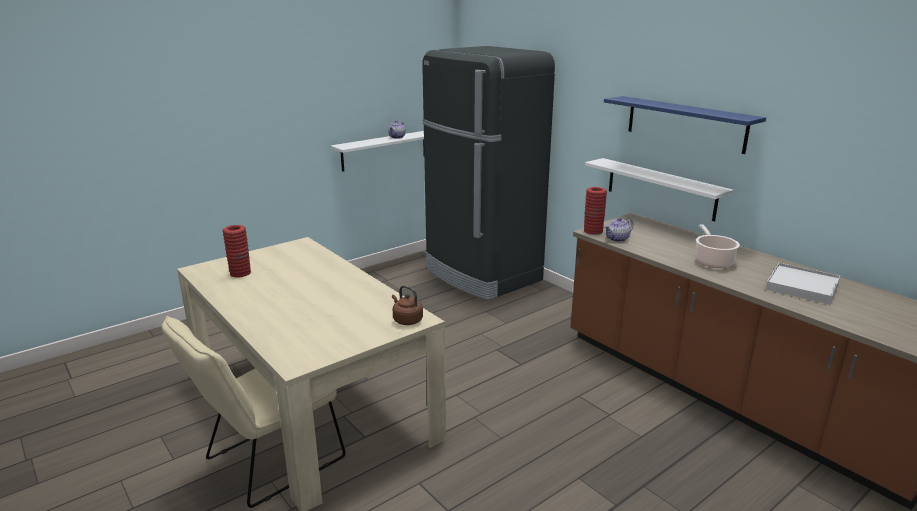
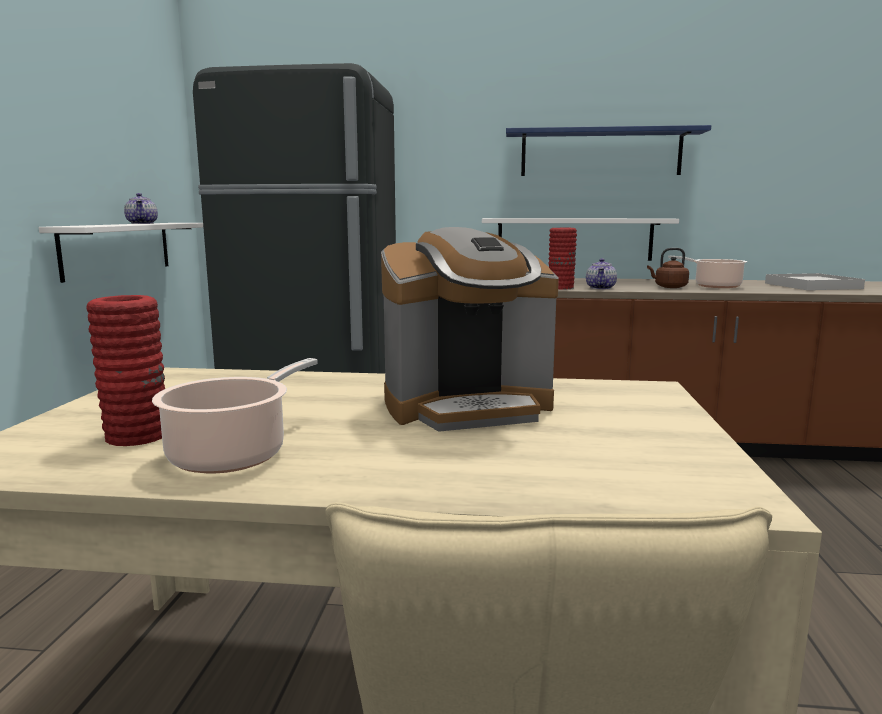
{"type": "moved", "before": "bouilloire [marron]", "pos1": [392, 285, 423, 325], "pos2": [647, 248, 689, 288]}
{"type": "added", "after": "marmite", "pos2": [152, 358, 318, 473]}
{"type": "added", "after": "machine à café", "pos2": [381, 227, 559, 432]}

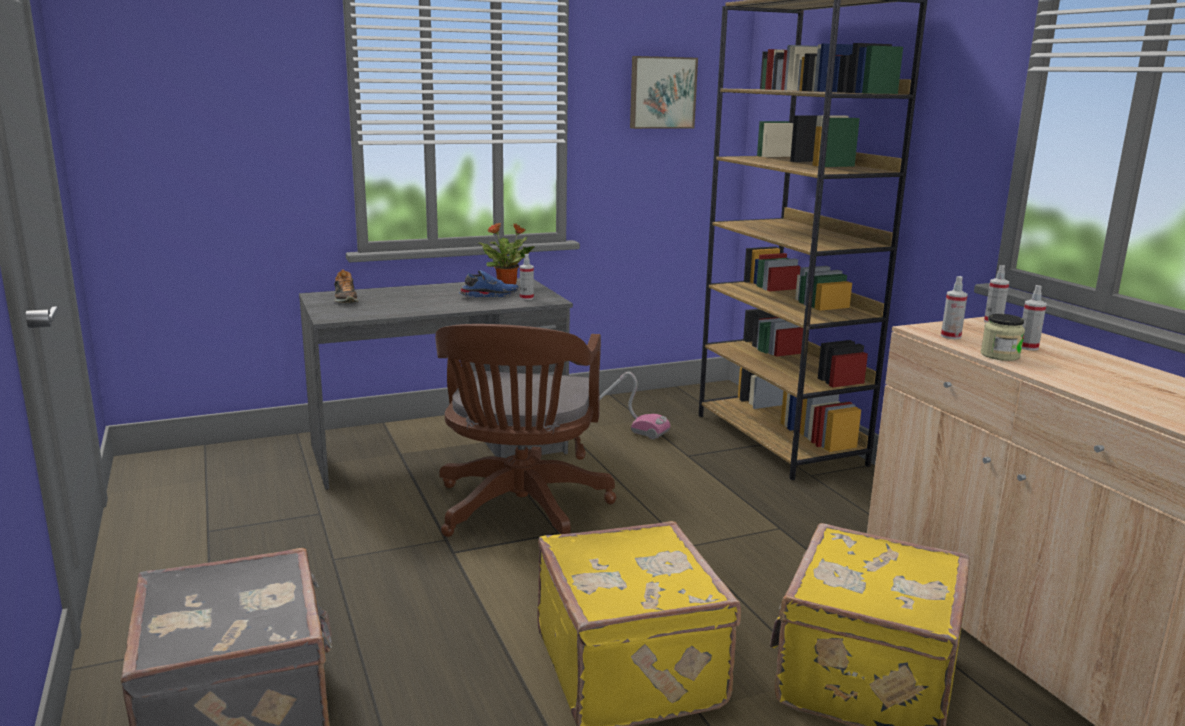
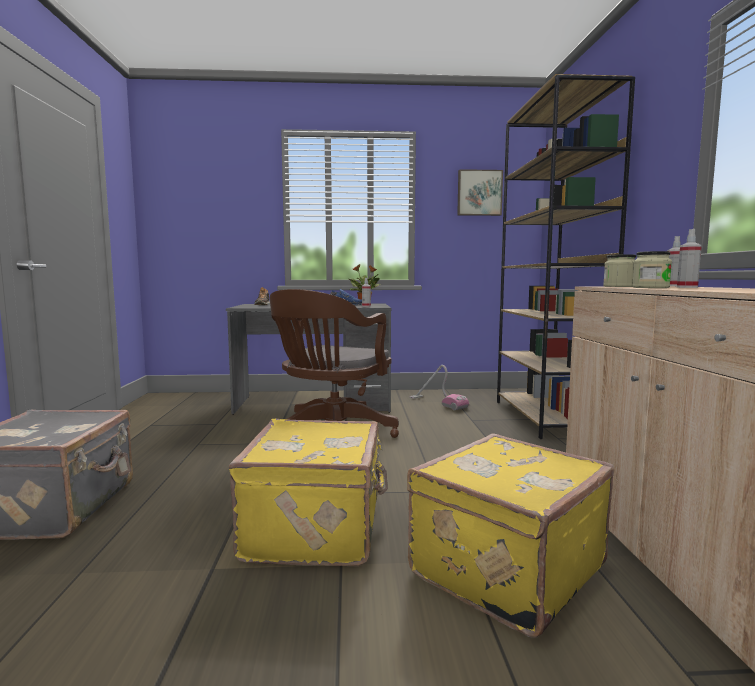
{"type": "replaced", "before": "vaporisateur", "after": "bocal", "pos1": [941, 276, 968, 339], "pos2": [603, 254, 636, 287]}

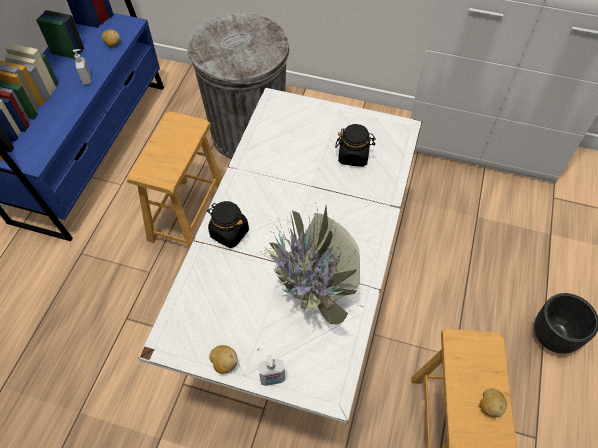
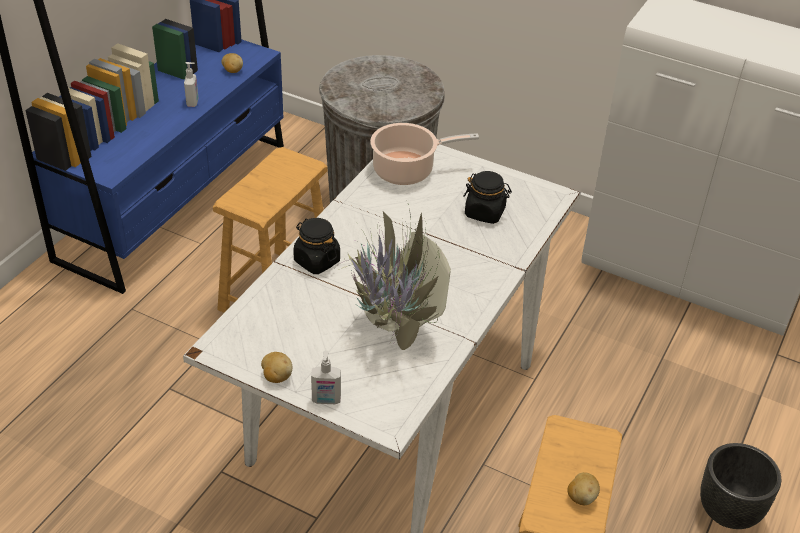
{"type": "added", "after": "marmite", "pos2": [370, 123, 479, 185]}

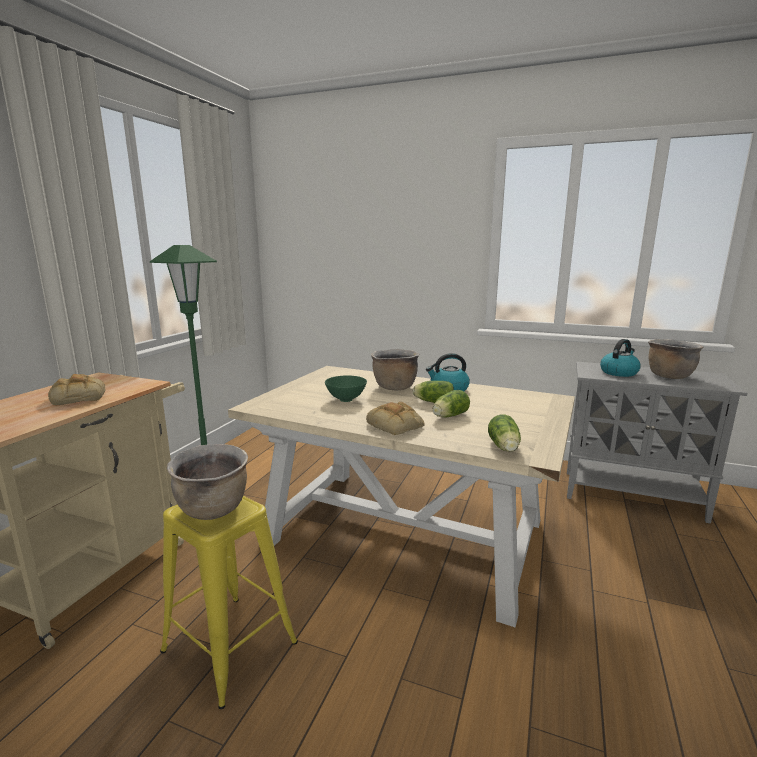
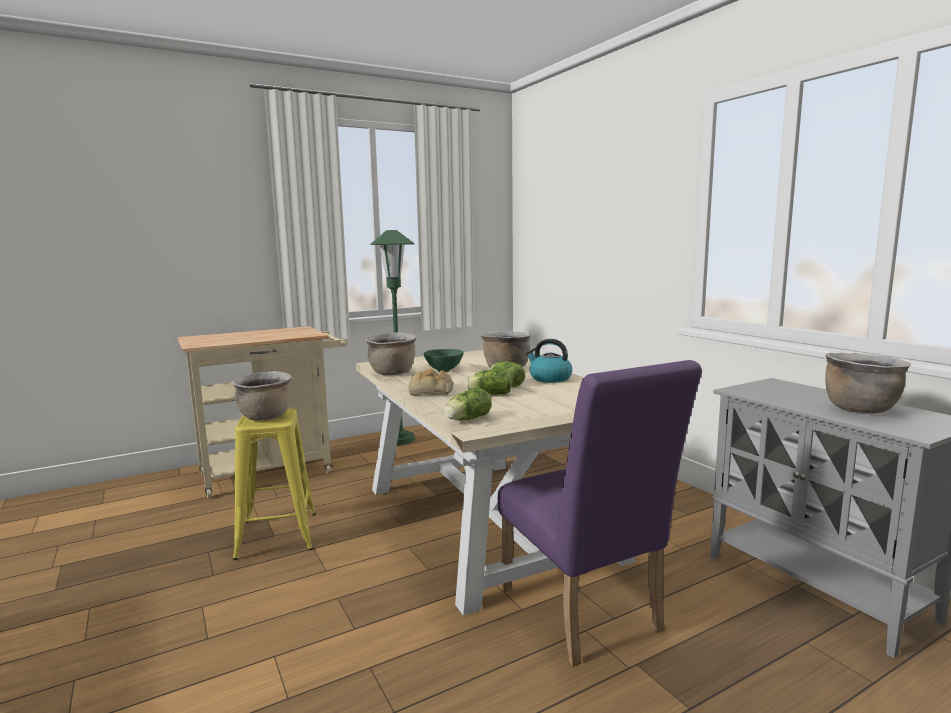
{"type": "removed", "before": "pain", "pos1": [48, 374, 105, 405]}
{"type": "removed", "before": "bouilloire", "pos1": [600, 339, 641, 377]}
{"type": "added", "after": "marmite [marron]", "pos2": [365, 332, 417, 375]}
{"type": "added", "after": "chaise [violet]", "pos2": [498, 360, 702, 667]}

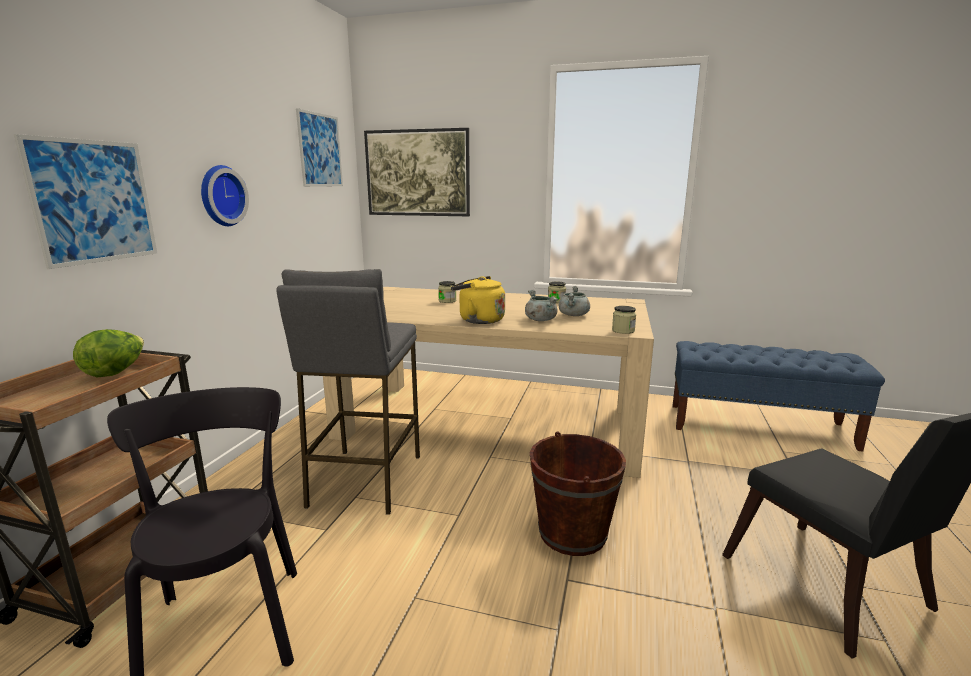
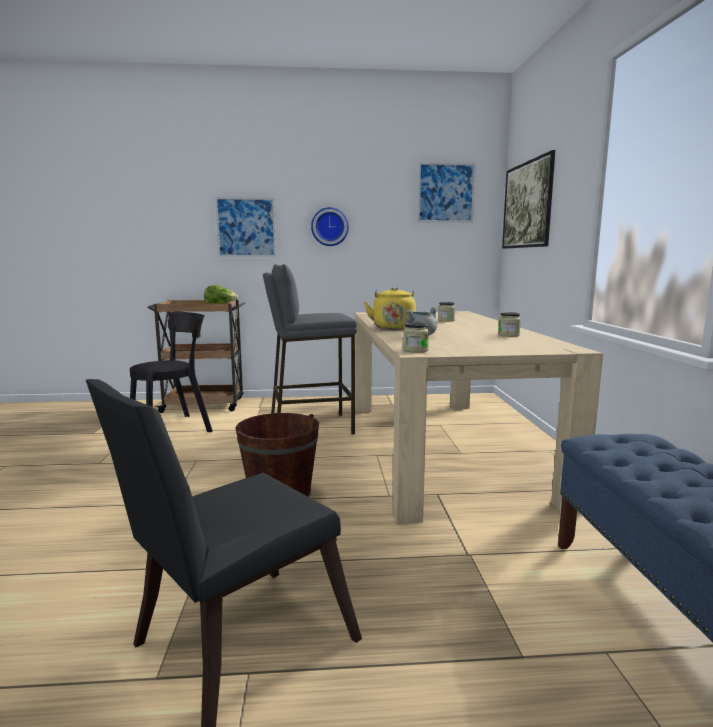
{"type": "removed", "before": "marmite [gris]", "pos1": [559, 286, 590, 316]}

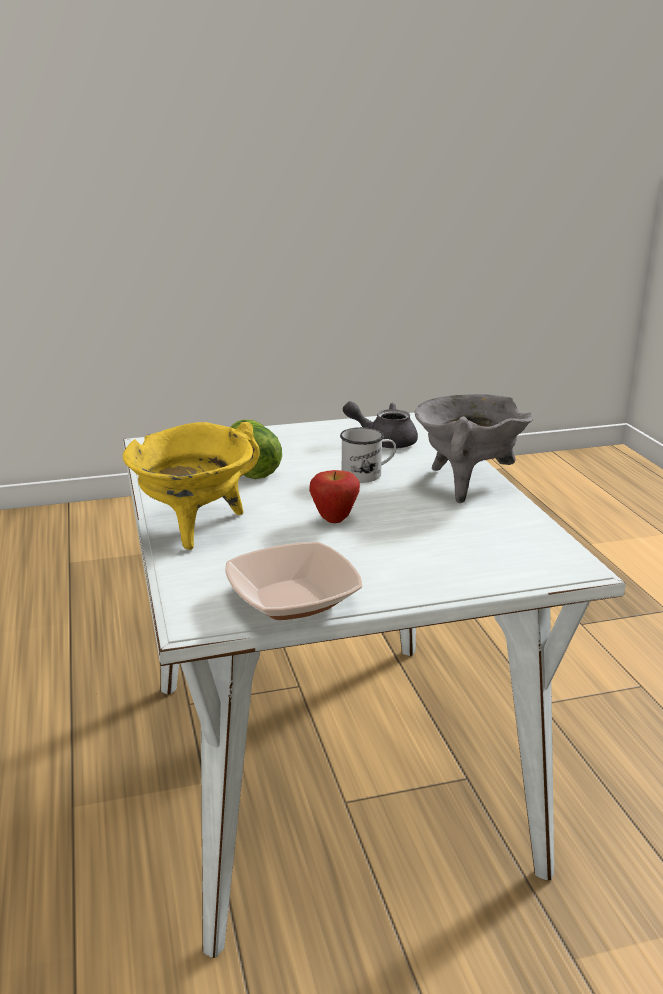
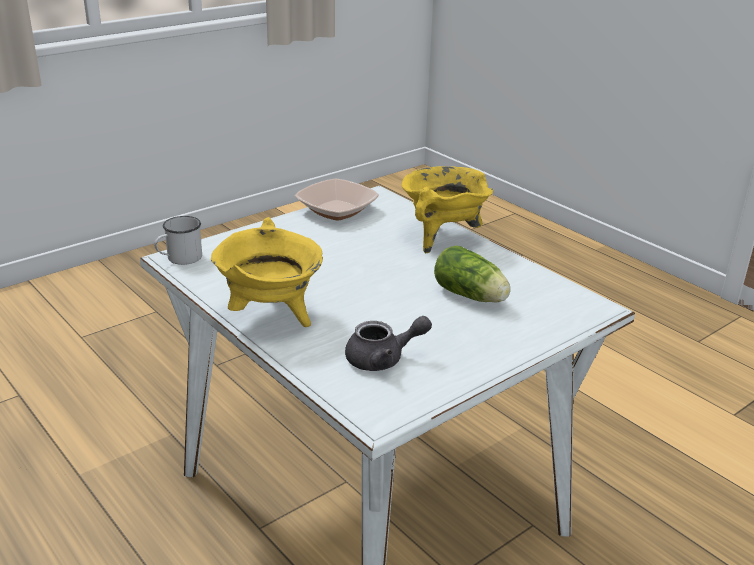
{"type": "removed", "before": "pomme", "pos1": [309, 470, 360, 523]}
{"type": "moved", "before": "mug [blanc]", "pos1": [340, 427, 396, 483], "pos2": [154, 216, 202, 265]}
{"type": "recoloured", "before": "marmite [gris]", "after": "marmite [jaune]", "pos1": [415, 394, 533, 503], "pos2": [211, 217, 323, 327]}

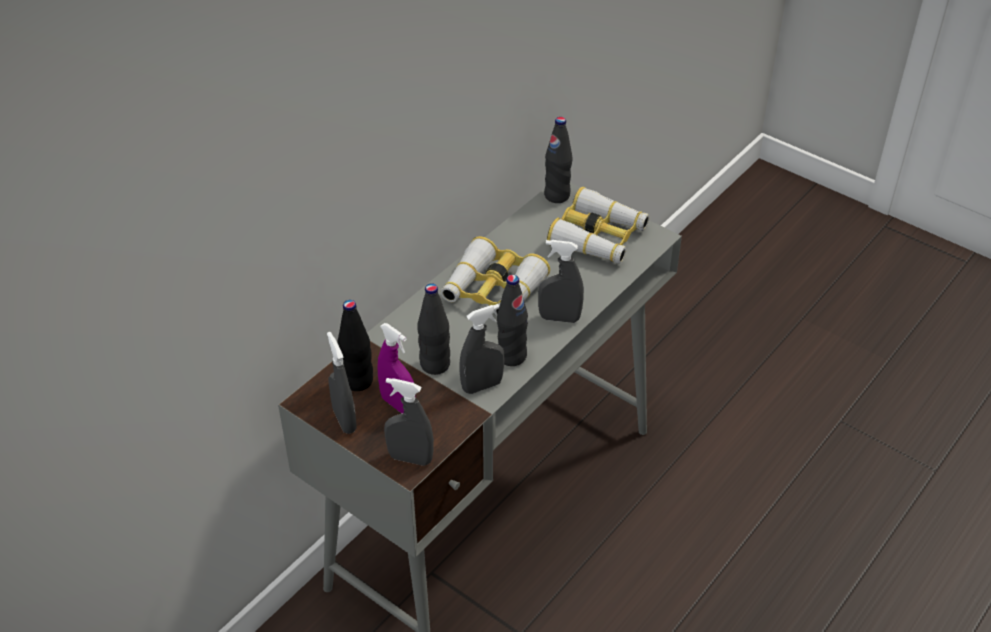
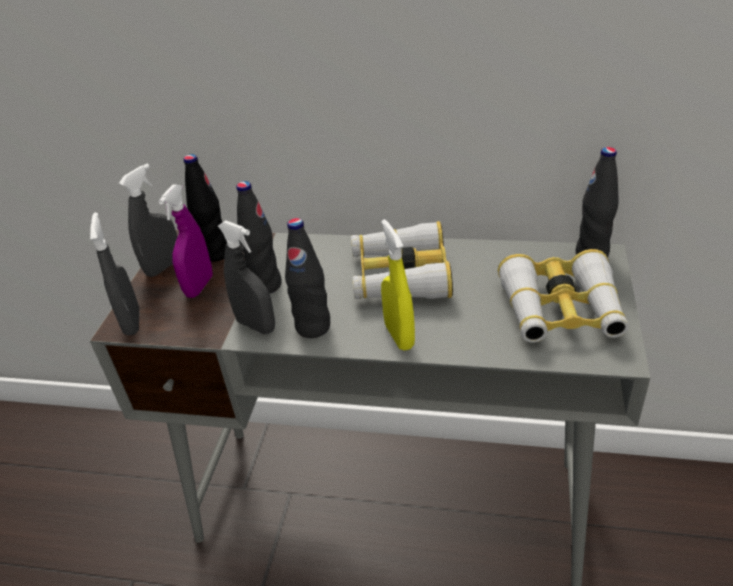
{"type": "recoloured", "before": "vaporisateur [gris]", "after": "vaporisateur [jaune]", "pos1": [538, 240, 584, 323], "pos2": [381, 219, 415, 351]}

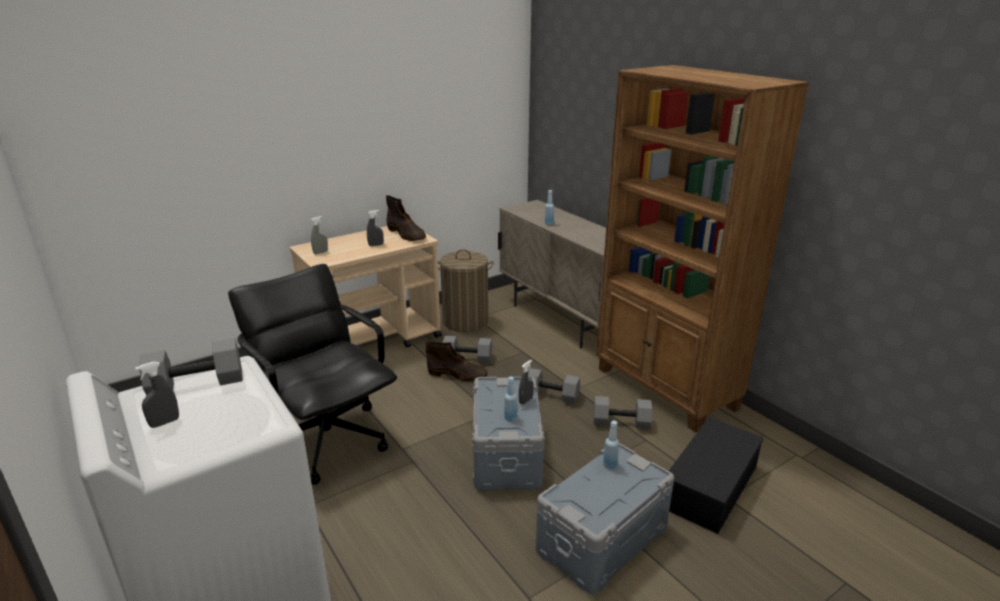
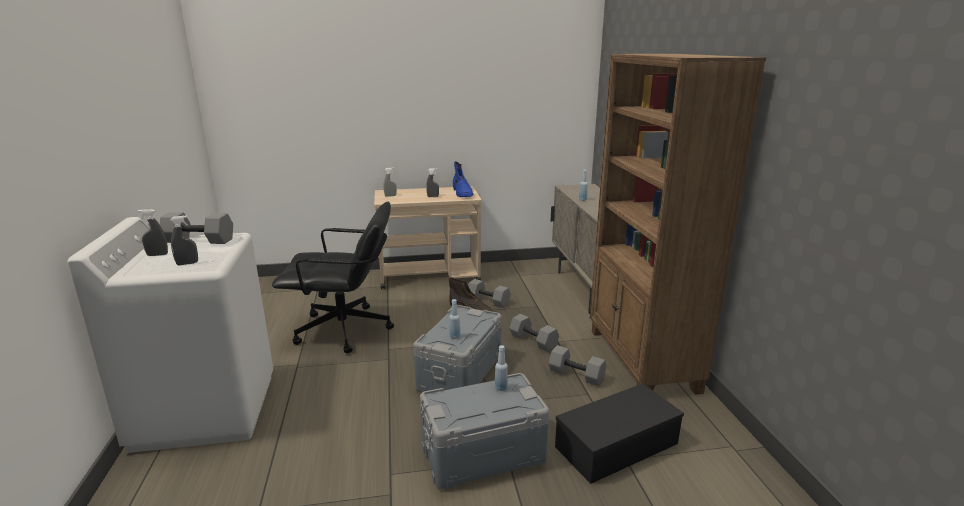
{"type": "turned", "before": "chaise de bureau [noir]", "pos1": [228, 264, 397, 485], "pos2": [272, 202, 394, 353], "turn": 105}
{"type": "recoloured", "before": "botte [marron]", "after": "botte [bleu]", "pos1": [386, 195, 426, 241], "pos2": [453, 161, 473, 197]}
{"type": "removed", "before": "panier à linge", "pos1": [437, 249, 494, 332]}
{"type": "moved", "before": "vaporisateur [gris]", "pos1": [519, 360, 534, 405], "pos2": [170, 216, 198, 265]}

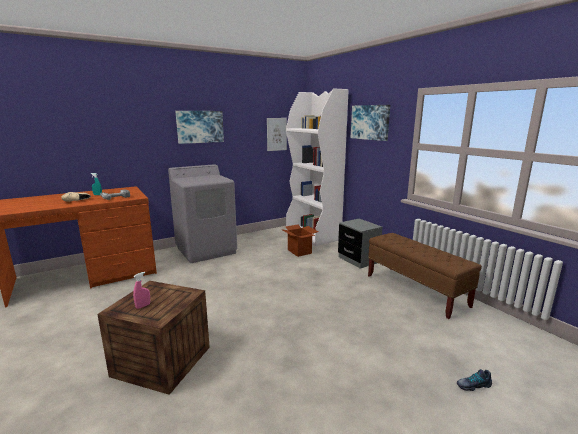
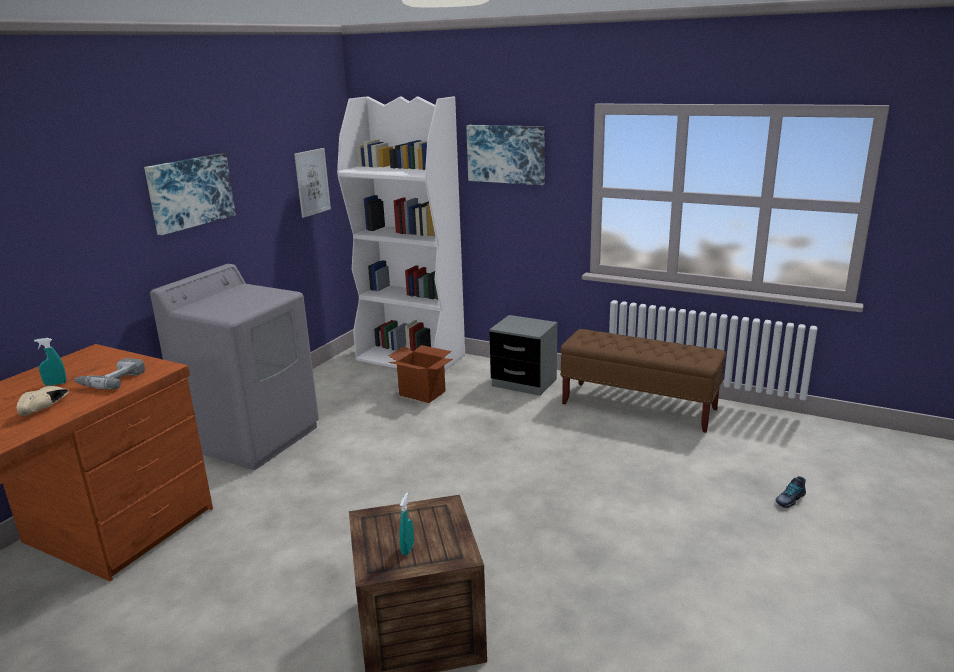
{"type": "recoloured", "before": "vaporisateur [rose]", "after": "vaporisateur [turquoise]", "pos1": [133, 272, 150, 309], "pos2": [399, 493, 414, 555]}

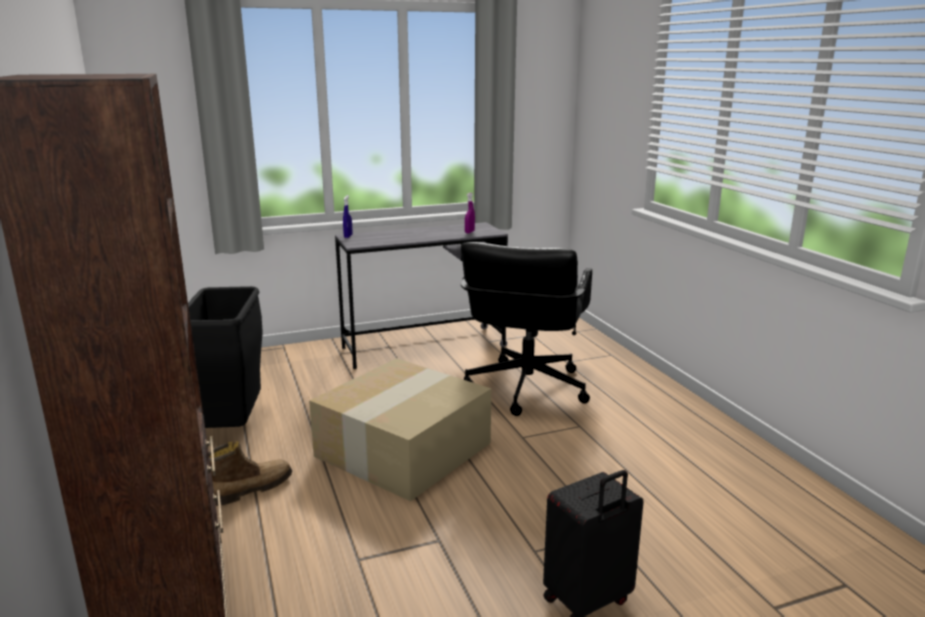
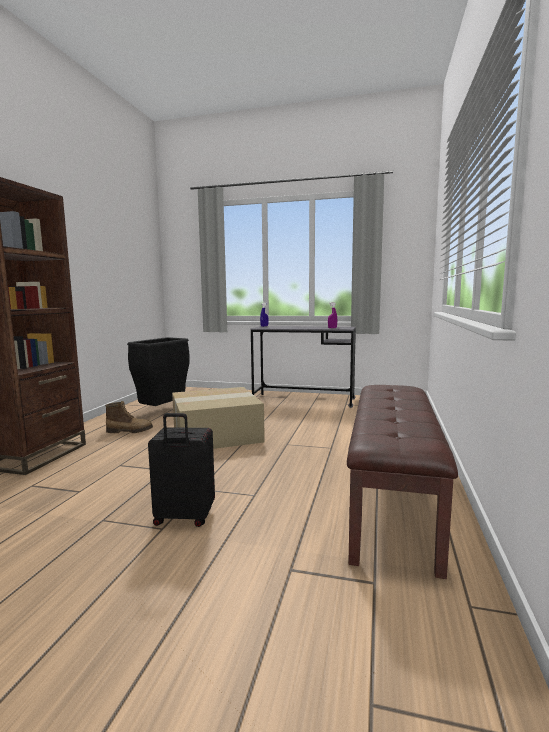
{"type": "removed", "before": "chaise de bureau [noir]", "pos1": [461, 242, 592, 416]}
{"type": "added", "after": "banc [marron]", "pos2": [347, 385, 458, 579]}

